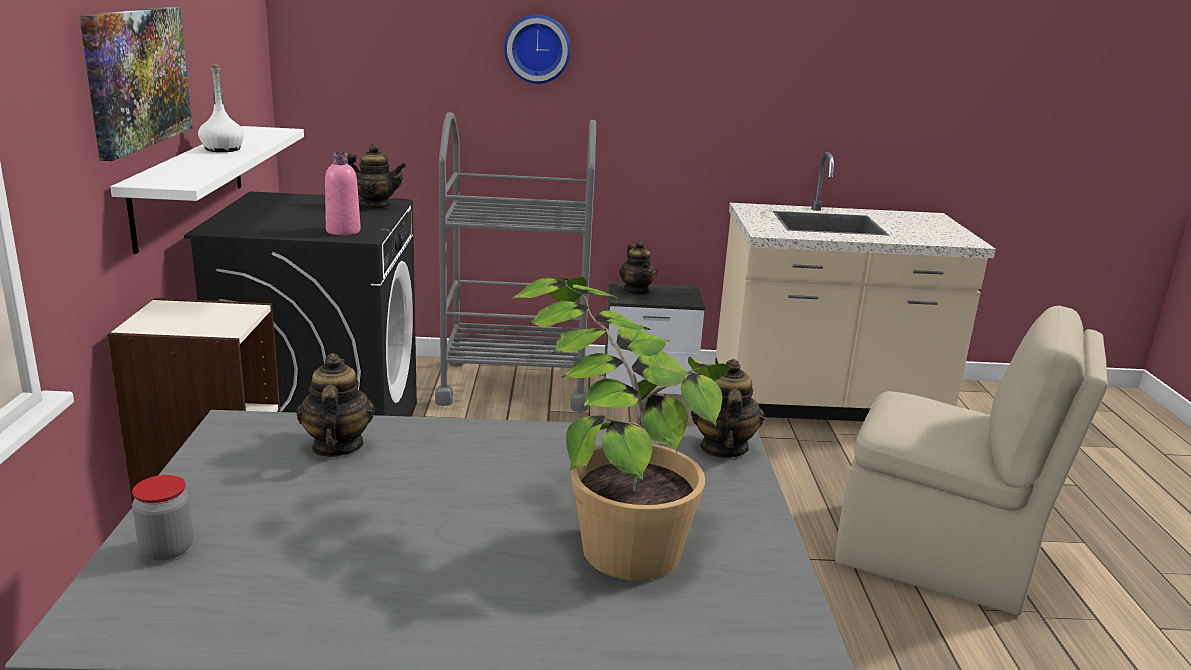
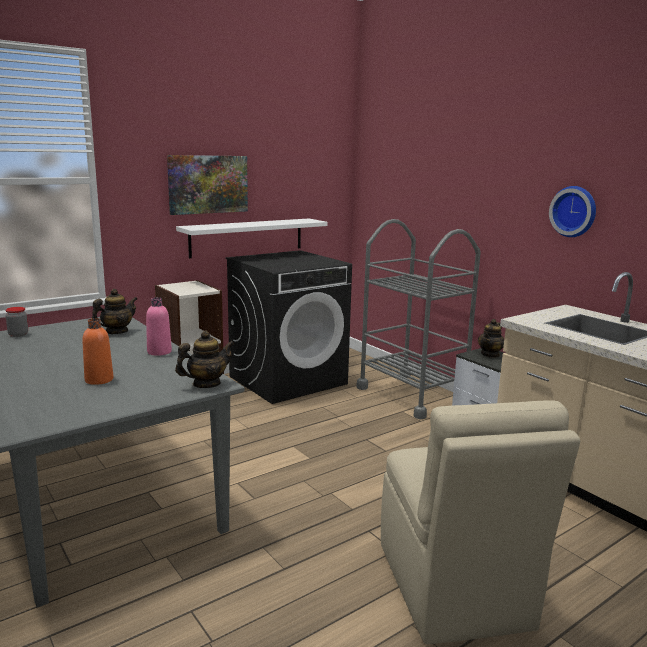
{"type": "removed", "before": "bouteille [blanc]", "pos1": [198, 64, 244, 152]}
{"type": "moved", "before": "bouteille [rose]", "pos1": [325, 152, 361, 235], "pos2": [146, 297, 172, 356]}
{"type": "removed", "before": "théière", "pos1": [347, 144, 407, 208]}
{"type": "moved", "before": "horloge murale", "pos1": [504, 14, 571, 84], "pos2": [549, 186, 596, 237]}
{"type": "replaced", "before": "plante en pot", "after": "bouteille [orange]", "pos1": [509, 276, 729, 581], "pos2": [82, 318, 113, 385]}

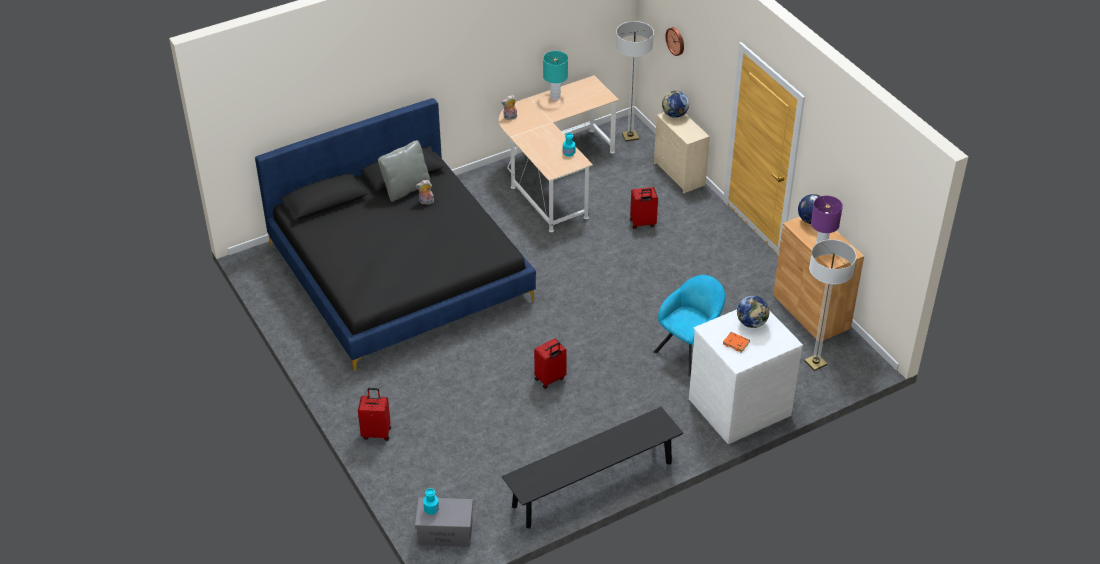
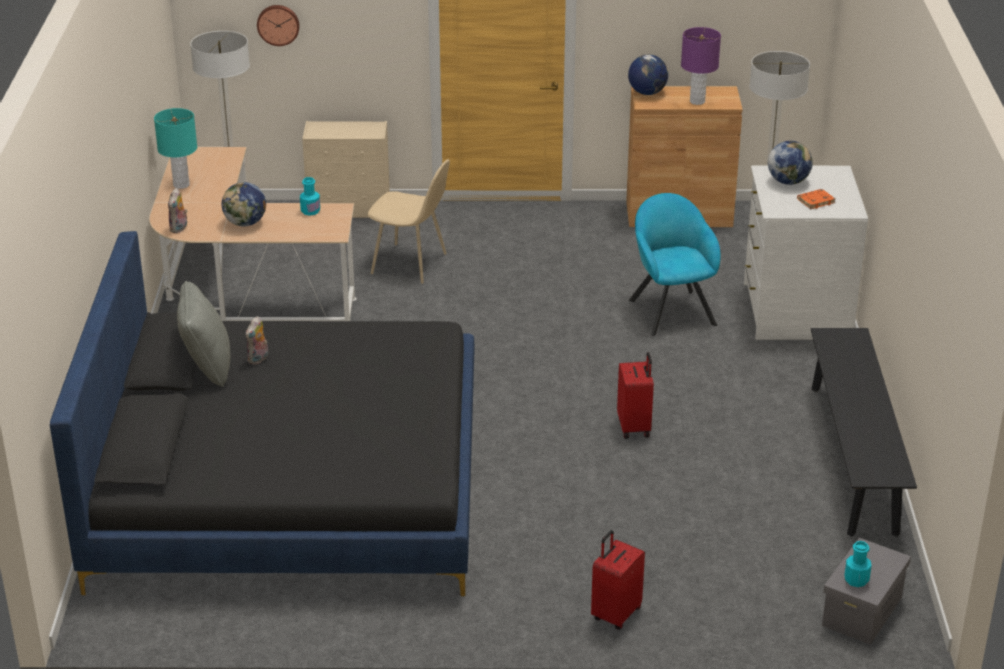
{"type": "replaced", "before": "valise [rouge]", "after": "chaise [beige]", "pos1": [630, 187, 658, 229], "pos2": [368, 159, 450, 284]}
{"type": "moved", "before": "globe", "pos1": [662, 91, 689, 118], "pos2": [221, 182, 266, 226]}

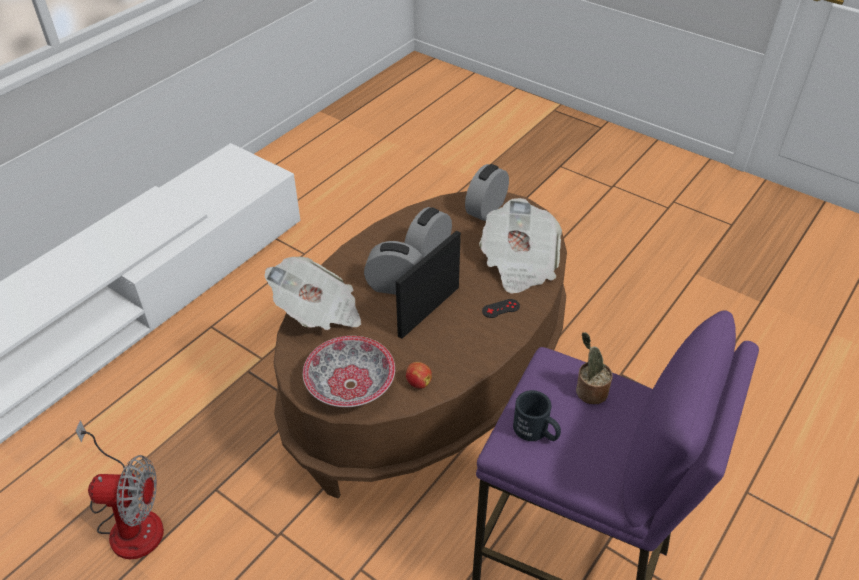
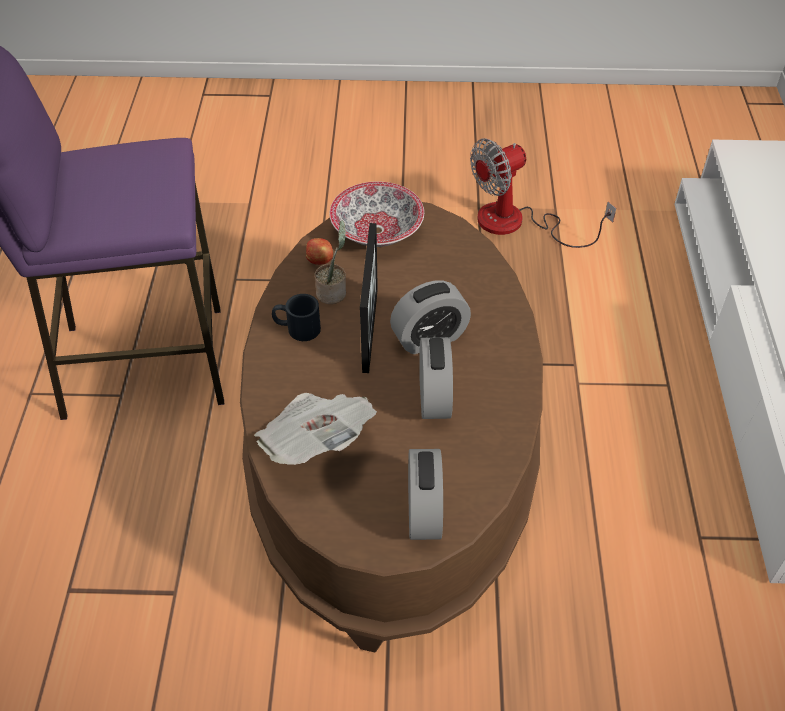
{"type": "removed", "before": "journal", "pos1": [265, 256, 361, 330]}
{"type": "removed", "before": "manette [noir]", "pos1": [482, 299, 520, 318]}
{"type": "moved", "before": "mug [noir]", "pos1": [513, 390, 561, 441], "pos2": [272, 294, 321, 341]}
{"type": "moved", "before": "plante en pot", "pos1": [576, 332, 613, 404], "pos2": [314, 221, 346, 304]}

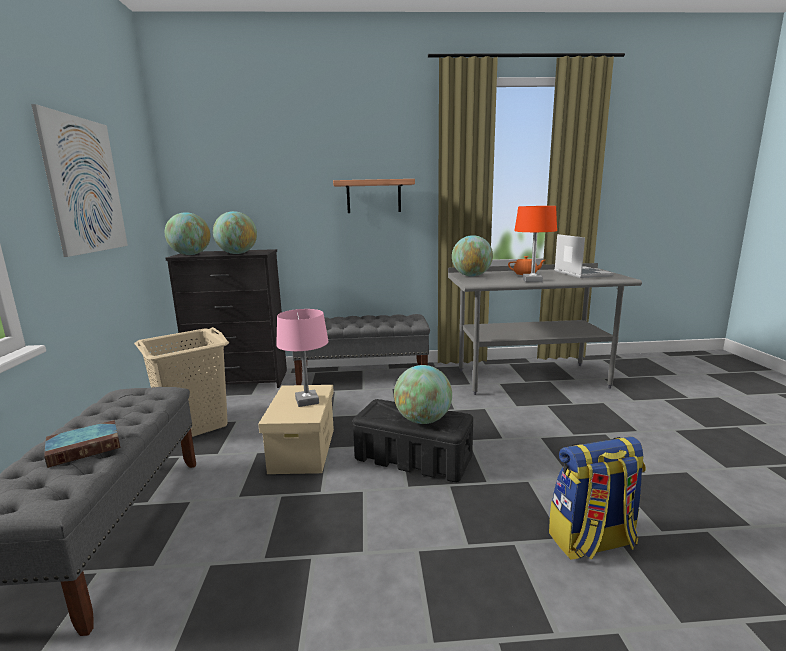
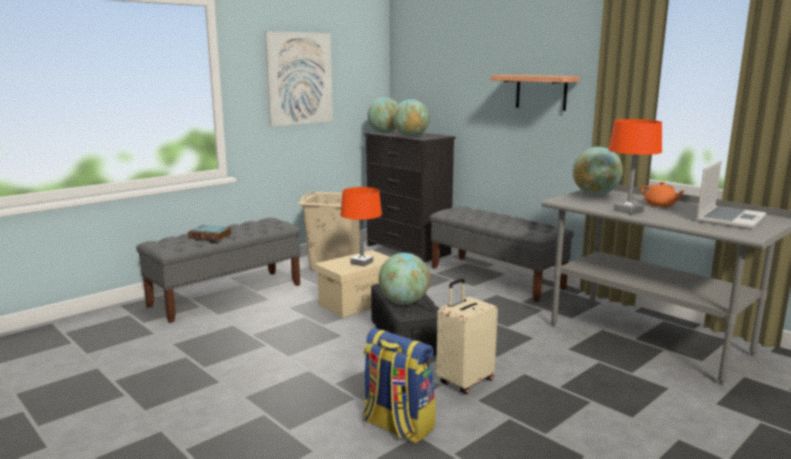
{"type": "recoloured", "before": "lampe de table [rose]", "after": "lampe de table [orange]", "pos1": [276, 309, 328, 407], "pos2": [340, 187, 382, 267]}
{"type": "added", "after": "valise [beige]", "pos2": [436, 278, 498, 394]}

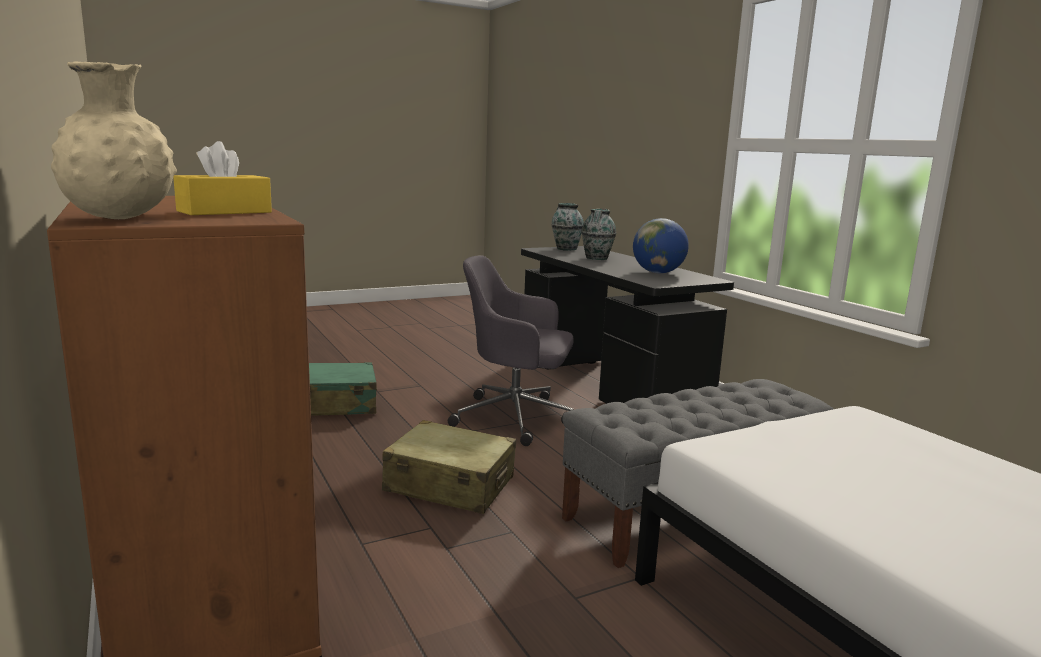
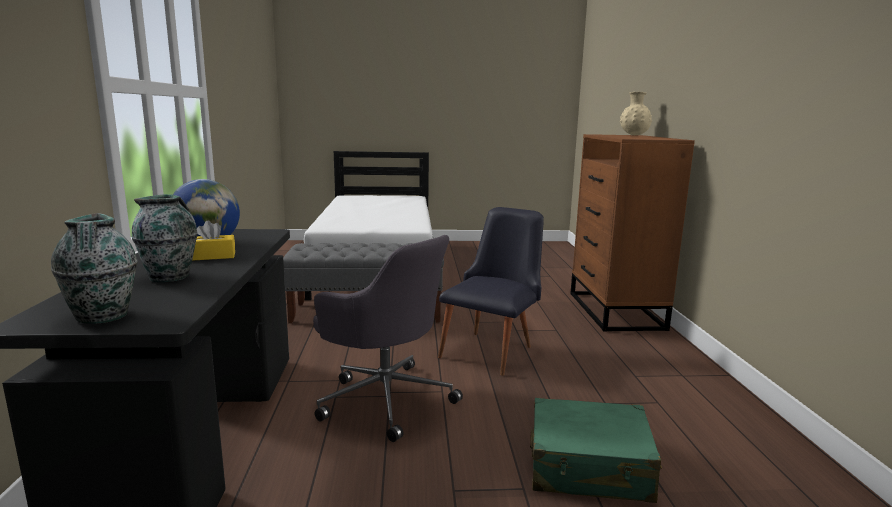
{"type": "moved", "before": "boîte à mouchoirs [jaune]", "pos1": [173, 141, 272, 215], "pos2": [192, 220, 235, 261]}
{"type": "replaced", "before": "valise [beige]", "after": "chaise [noir]", "pos1": [382, 420, 516, 514], "pos2": [438, 207, 544, 376]}

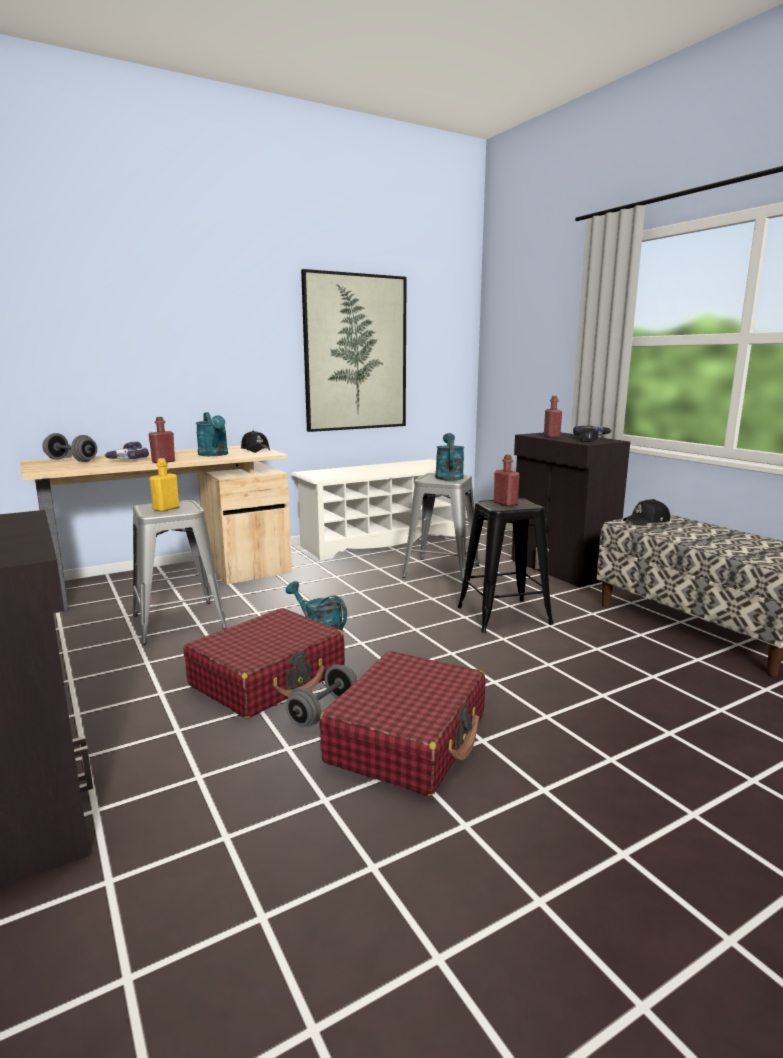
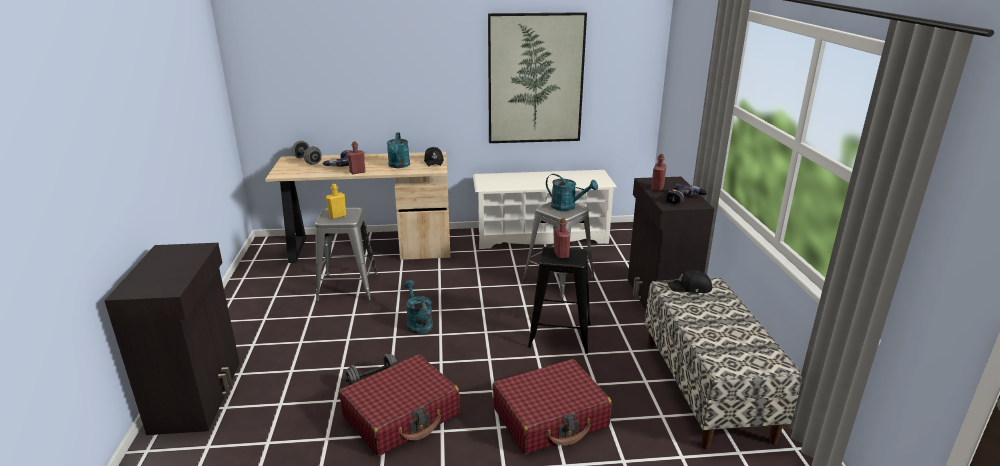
{"type": "moved", "before": "valise [rouge]", "pos1": [184, 608, 345, 718], "pos2": [492, 359, 612, 454]}
{"type": "turned", "before": "arrosoir [turquoise]", "pos1": [435, 433, 464, 481], "pos2": [546, 174, 598, 211], "turn": 90}

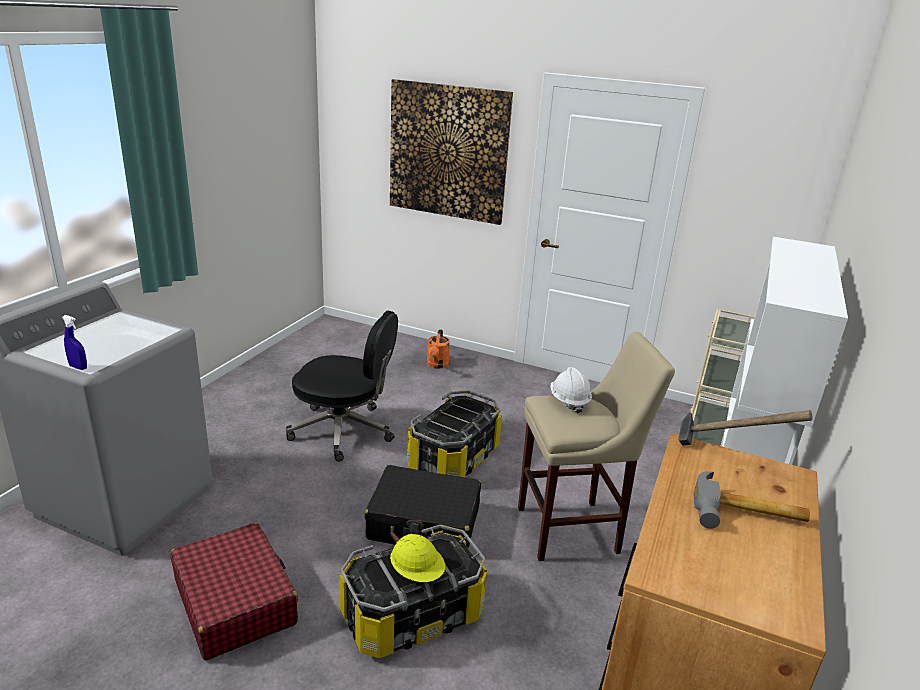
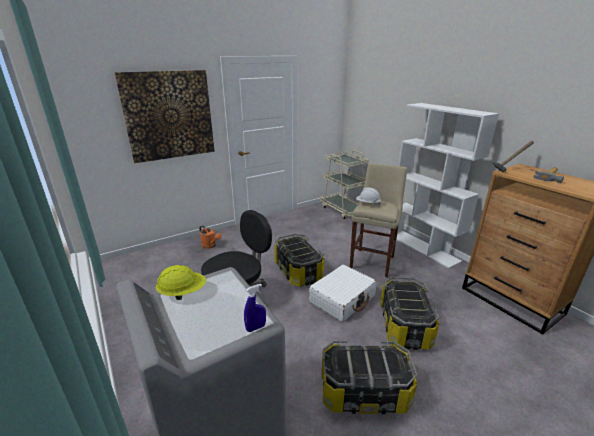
{"type": "replaced", "before": "valise [rouge]", "after": "boîte de rangement", "pos1": [170, 522, 298, 661], "pos2": [322, 340, 417, 414]}
{"type": "recoloured", "before": "valise [noir]", "after": "valise [blanc]", "pos1": [365, 465, 481, 549], "pos2": [309, 265, 376, 322]}
{"type": "moved", "before": "casque de chantier [jaune]", "pos1": [390, 534, 445, 582], "pos2": [156, 265, 206, 300]}

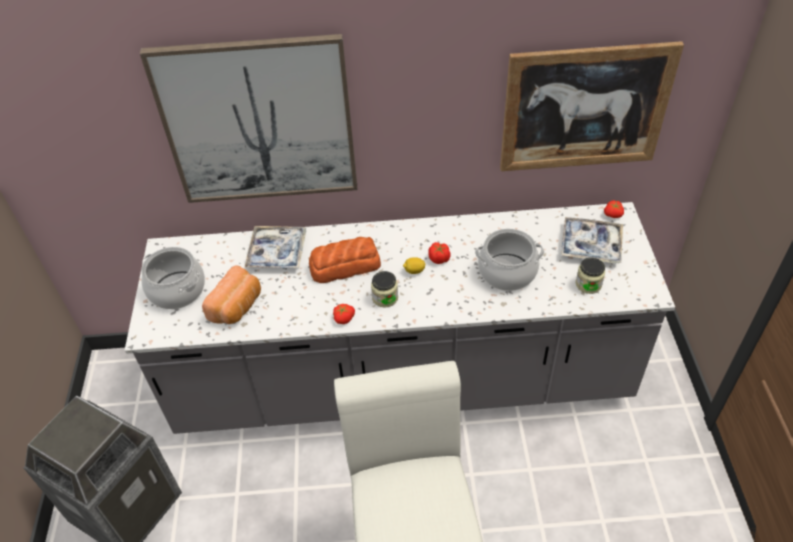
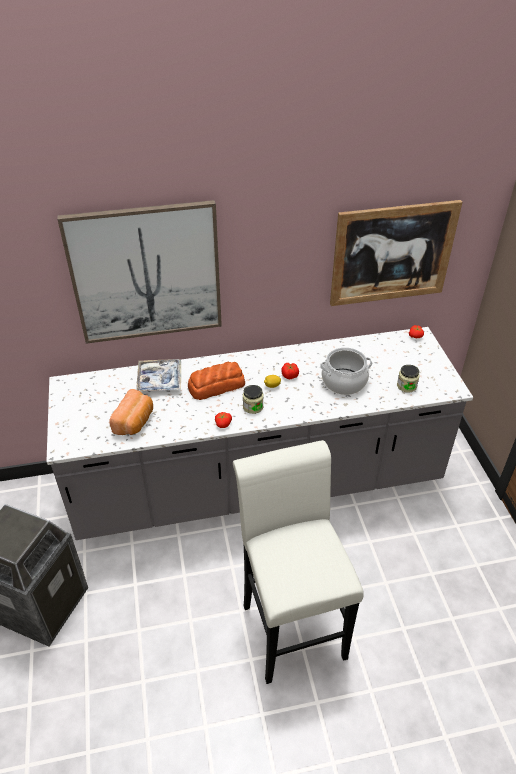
{"type": "removed", "before": "marmite", "pos1": [141, 247, 205, 309]}
{"type": "removed", "before": "plateau", "pos1": [561, 217, 623, 263]}

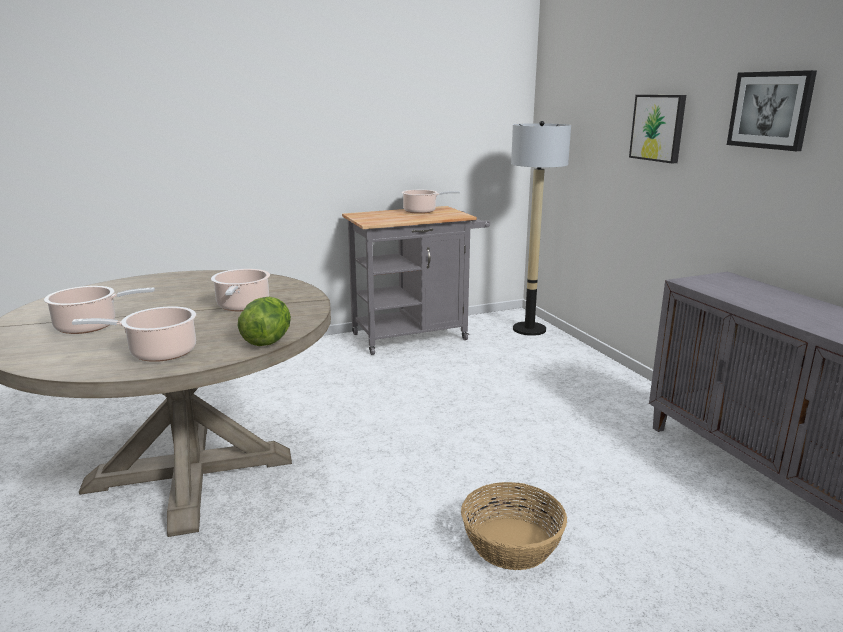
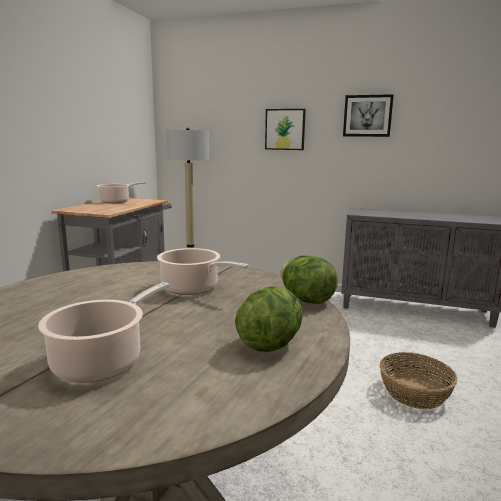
{"type": "replaced", "before": "marmite", "after": "laitue", "pos1": [72, 306, 196, 362], "pos2": [235, 287, 303, 352]}

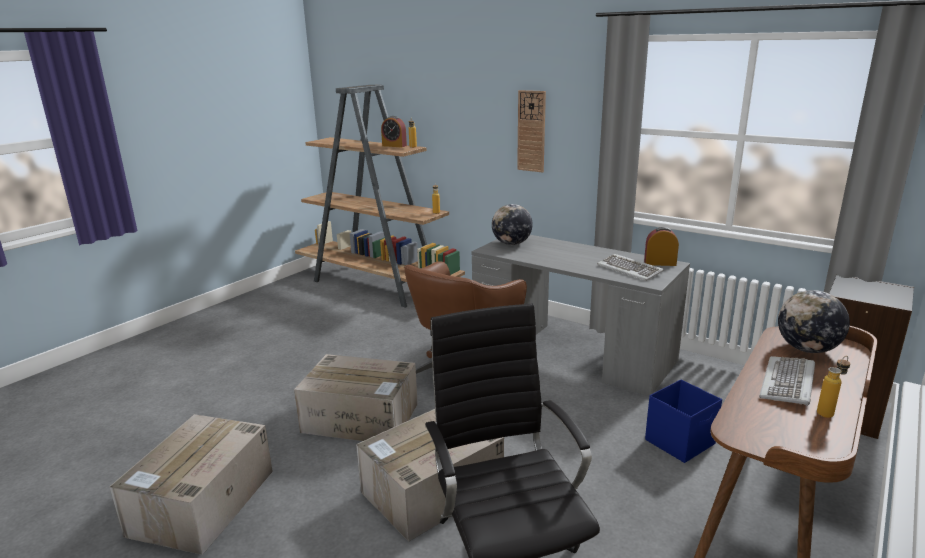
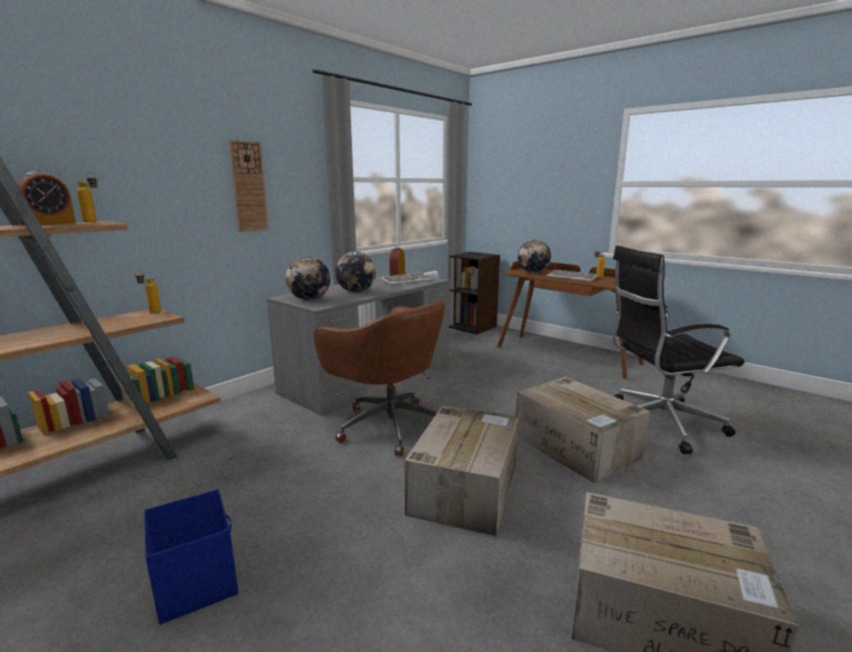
{"type": "moved", "before": "boîte de rangement [bleu]", "pos1": [645, 379, 722, 463], "pos2": [144, 489, 238, 624]}
{"type": "added", "after": "globe", "pos2": [335, 252, 376, 292]}

